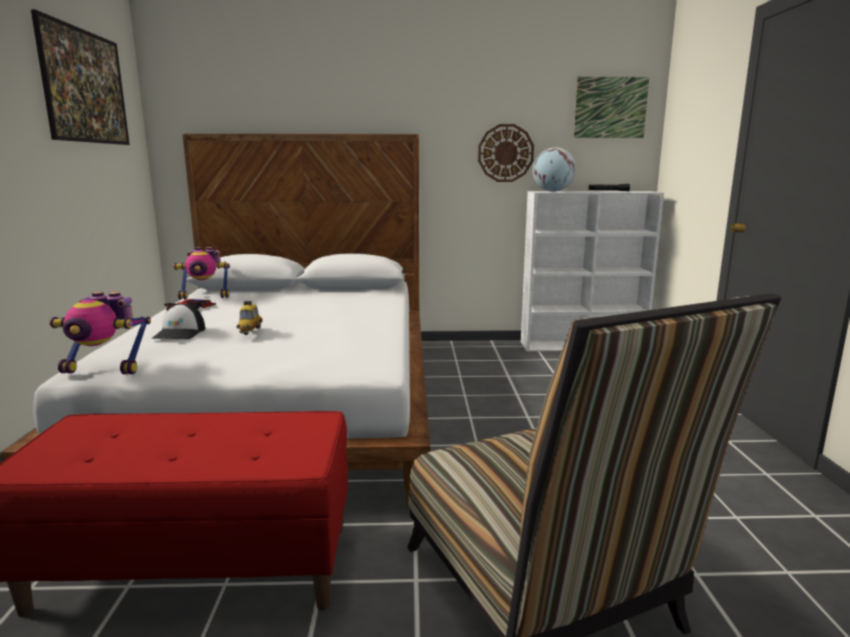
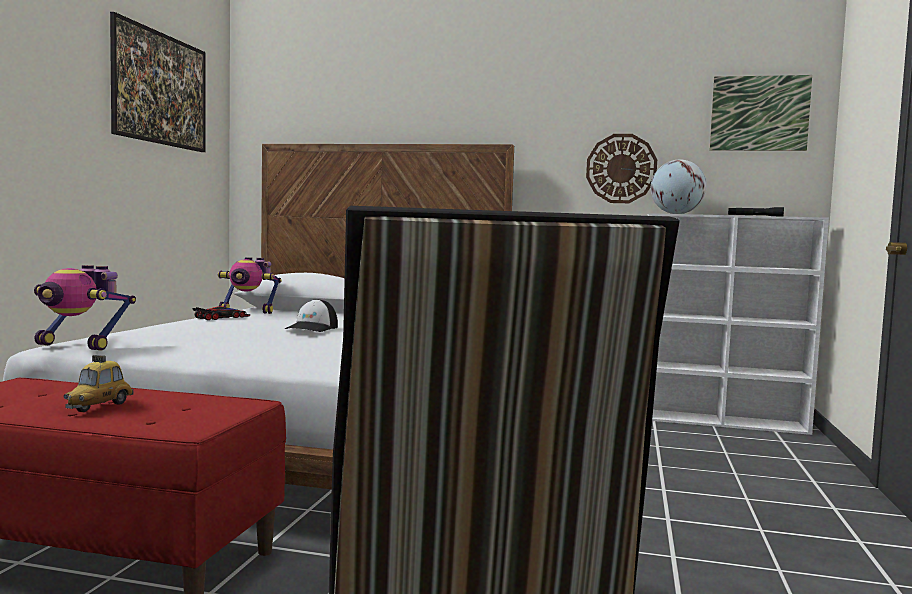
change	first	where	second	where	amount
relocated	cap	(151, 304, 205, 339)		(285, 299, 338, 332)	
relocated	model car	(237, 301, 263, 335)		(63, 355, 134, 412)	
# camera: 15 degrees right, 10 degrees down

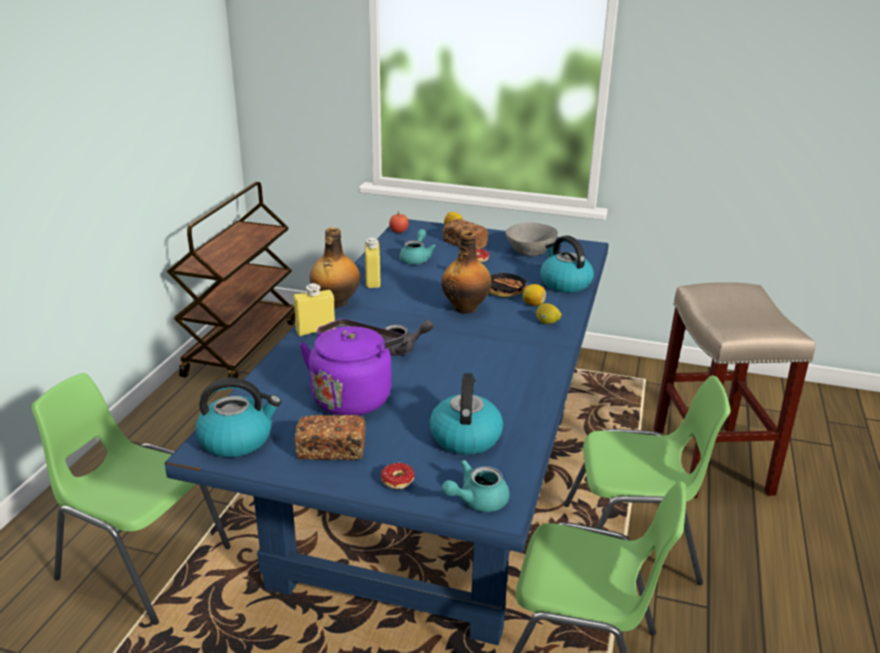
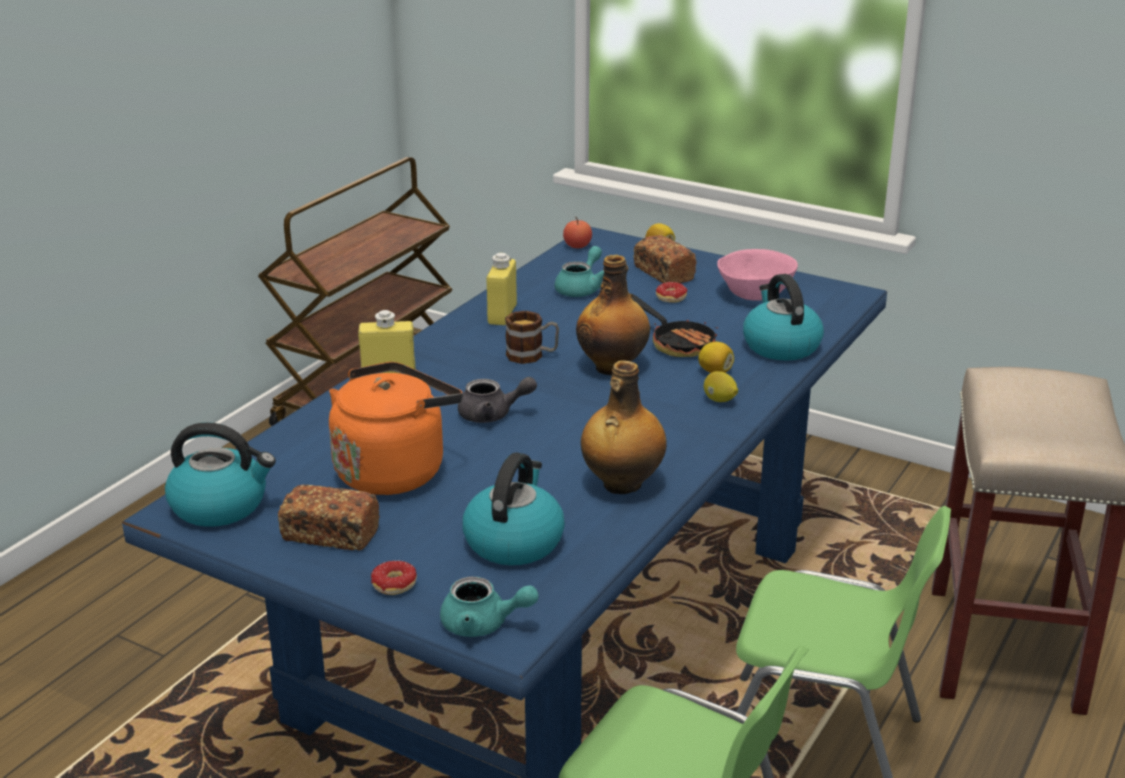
change	first	where	second	where	amount
missing	green-coloured chair	(31, 373, 231, 625)			
colour	purplish kettle	(299, 319, 404, 415)	orange kettle	(329, 362, 463, 495)	
relocated	bottle	(310, 228, 360, 308)		(581, 360, 667, 494)	
spun	blue-green teapot	(442, 460, 510, 512)		(440, 577, 539, 637)	150 degrees counterclockwise
colour	gray deep dish	(505, 223, 558, 256)	pink deep dish	(717, 249, 798, 301)	
appeared			tea mug	(505, 311, 559, 364)	
# camera: 15 degrees right, 0 degrees up

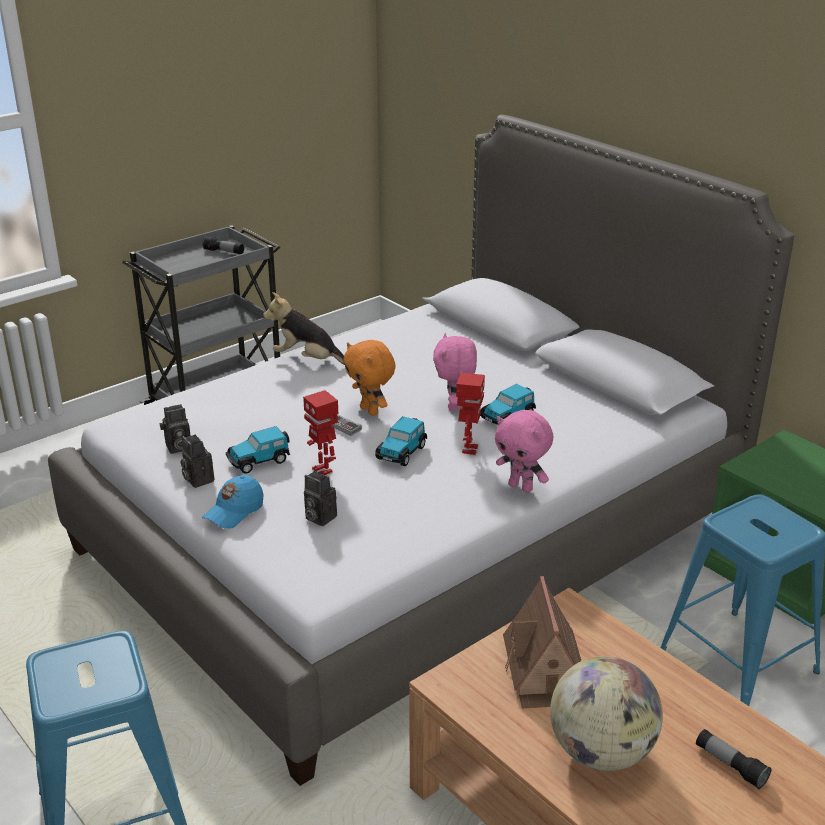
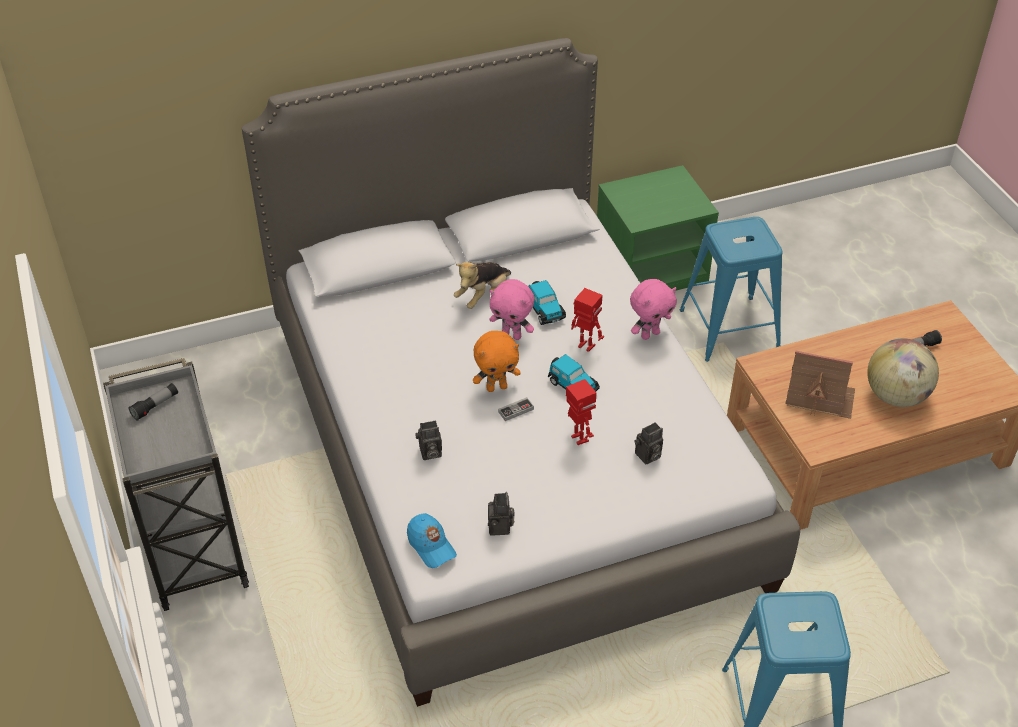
change	first	where	second	where	amount
relocated	still camera	(181, 435, 214, 488)		(415, 420, 442, 460)	
relocated	blue-coloured cap	(202, 475, 264, 529)		(407, 513, 457, 568)	
missing	model car	(226, 426, 290, 474)			
relocated	soft toy	(263, 292, 345, 365)		(454, 262, 511, 309)	
spun	model robot	(303, 390, 338, 475)		(566, 379, 597, 445)	105 degrees counterclockwise
# camera: 70 degrees left, 15 degrees up

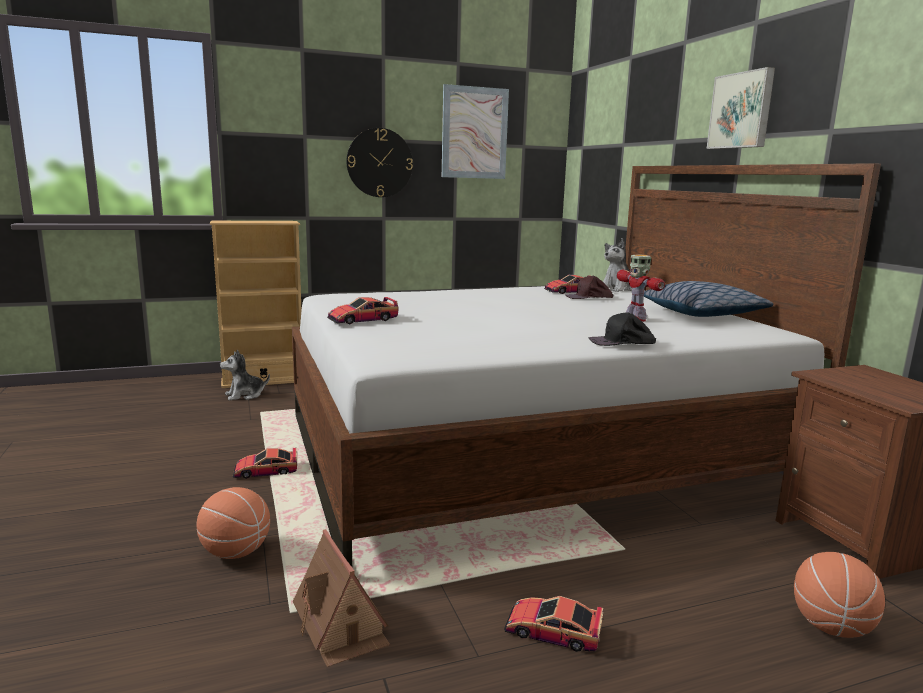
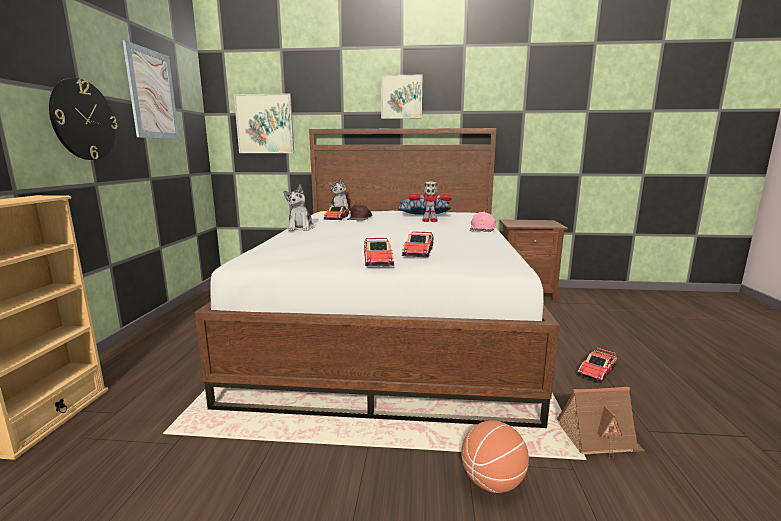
change	first	where	second	where	amount
relocated	soft toy	(220, 349, 270, 401)		(283, 185, 315, 231)	
relocated	model car	(233, 448, 297, 479)		(402, 231, 433, 257)	
colour	black-coloured cap	(589, 312, 656, 346)	pink cap	(469, 211, 496, 232)	
missing	ball for basketball	(794, 552, 885, 638)			
appeared			picture	(234, 94, 294, 153)	
# camera: 65 degrees left, 0 degrees up

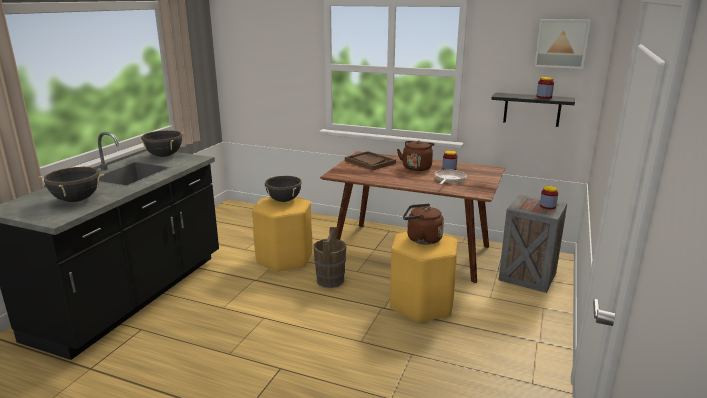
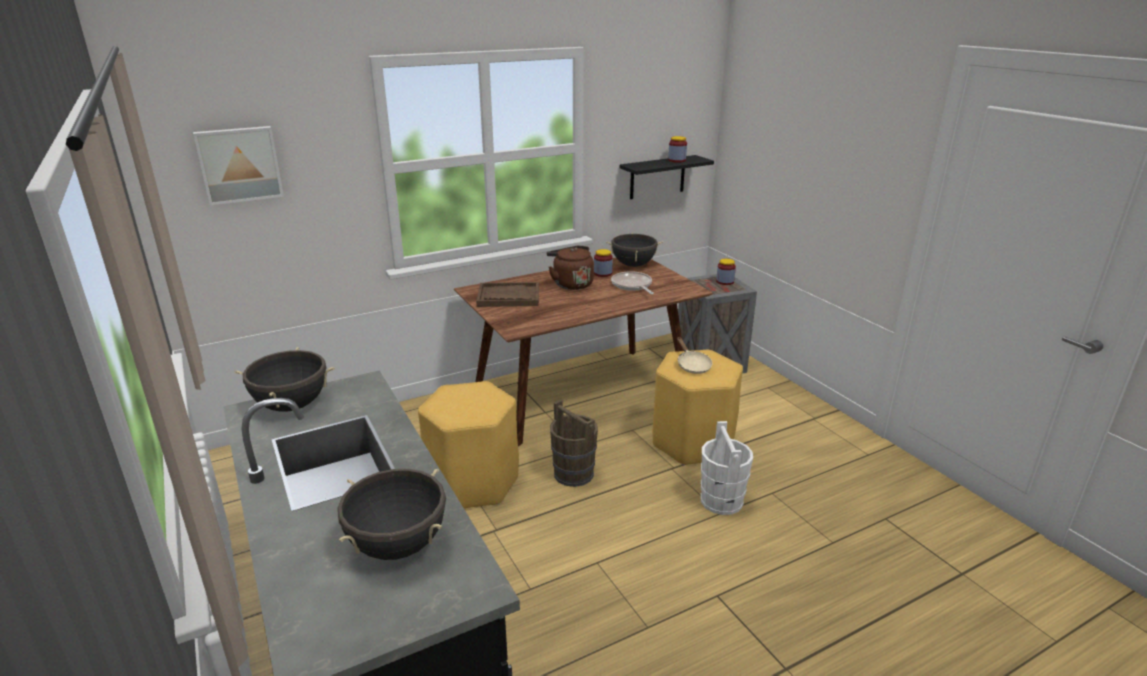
change	first	where	second	where	amount
relocated	black-coloured saucepot	(263, 176, 302, 202)		(606, 233, 663, 267)	
exchanged	brown-coloured kettle	(403, 204, 444, 245)	beige pan	(677, 337, 712, 374)	
relocated	picture	(534, 19, 590, 69)		(193, 126, 284, 206)	
appeared			whitish bucket	(701, 421, 753, 515)	
# camera: 50 degrees left, 5 degrees up

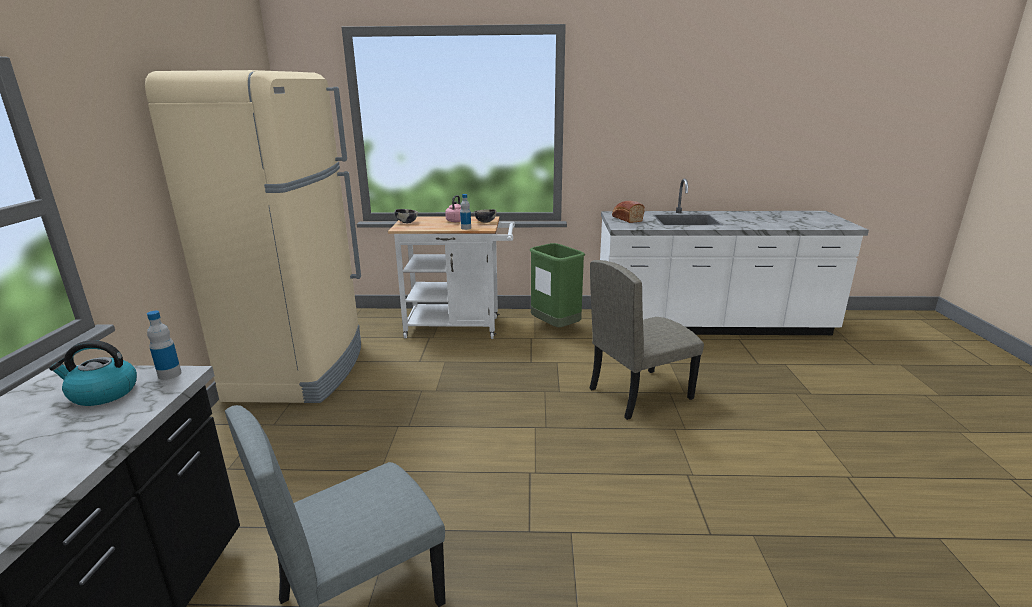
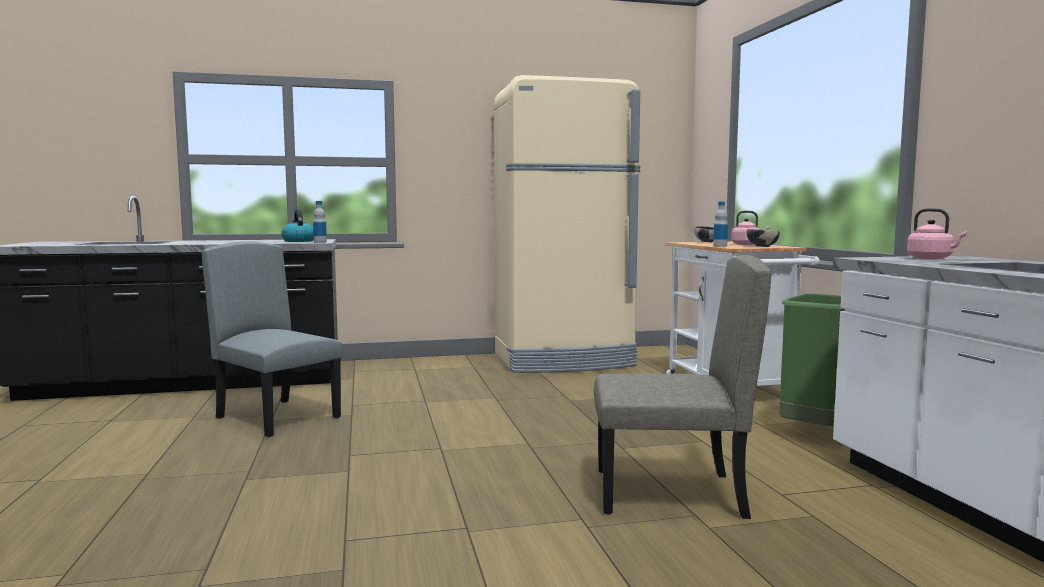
change	first	where	second	where	amount
spun	beige chair	(589, 260, 704, 420)		(594, 255, 772, 519)	135 degrees clockwise
exchanged	bread	(612, 201, 645, 223)	pink kettle	(907, 208, 967, 259)	
# camera: 75 degrees right, 15 degrees down

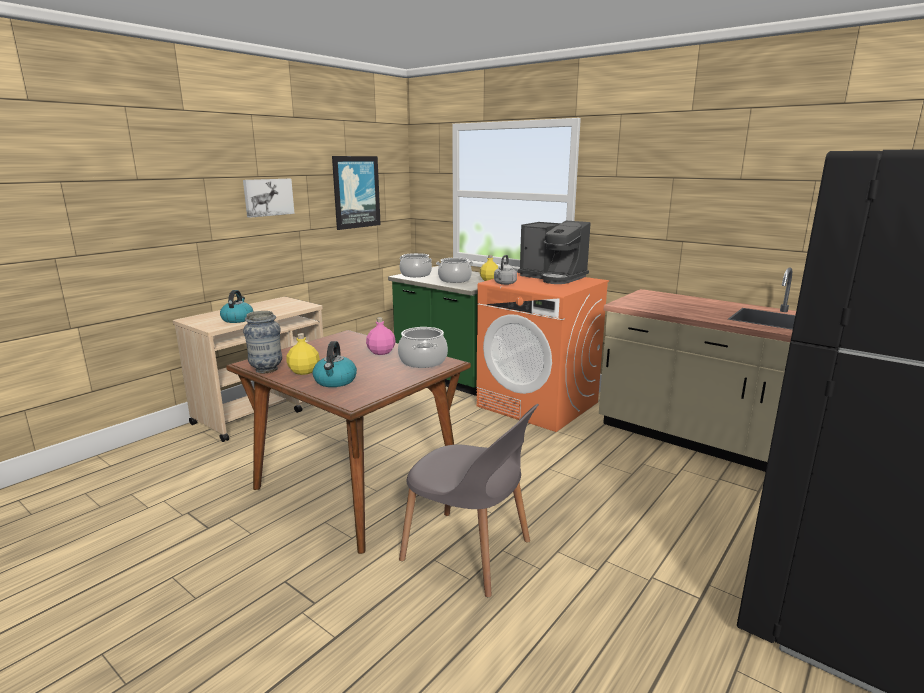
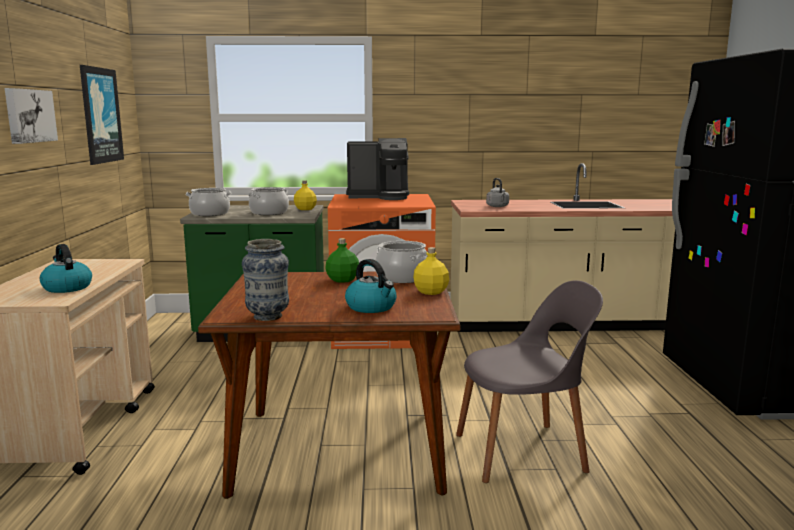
change	first	where	second	where	amount
relocated	yellow bottle	(286, 333, 320, 375)		(413, 247, 449, 295)	
colour	pink bottle	(366, 317, 396, 355)	green-coloured bottle	(325, 238, 359, 283)	
relocated	gray kettle	(494, 255, 517, 285)		(486, 178, 509, 207)	
# camera: 40 degrees left, 5 degrees down

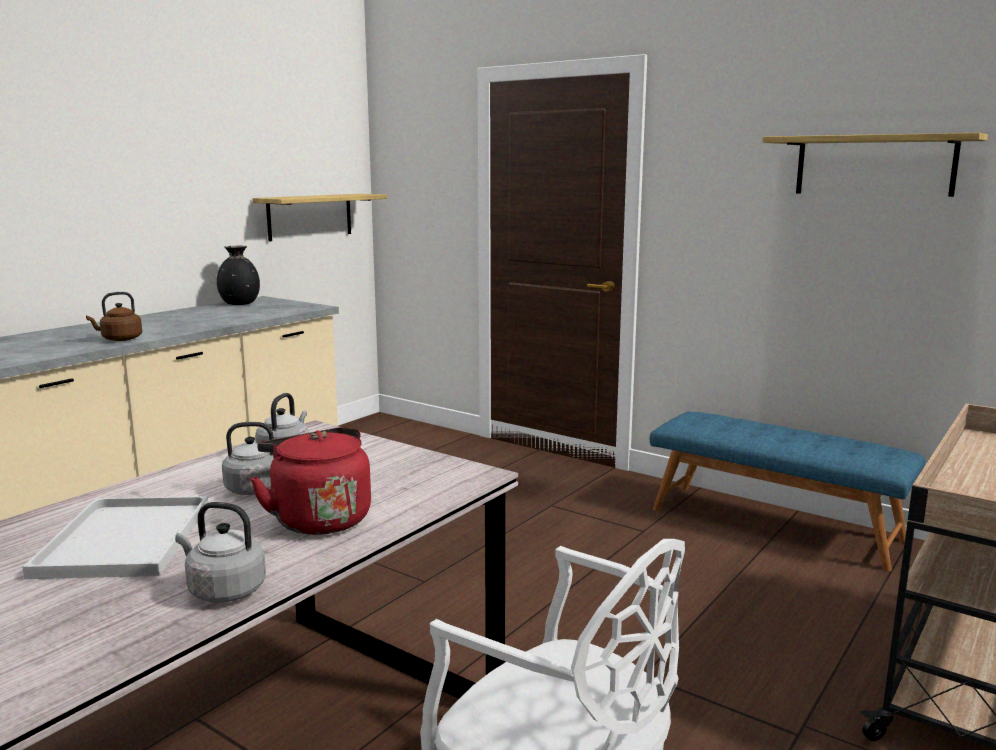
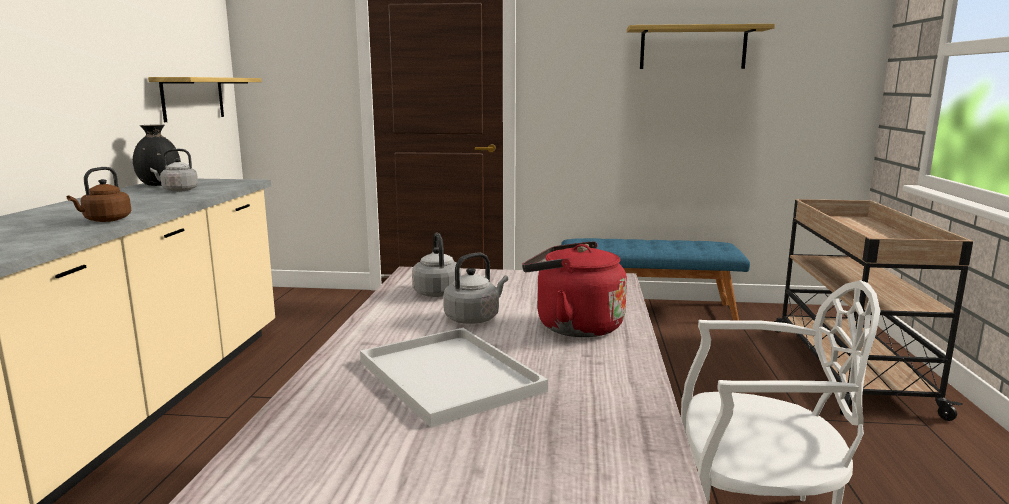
change	first	where	second	where	amount
relocated	gray kettle	(175, 502, 266, 603)		(150, 149, 198, 192)	
# camera: 30 degrees left, 0 degrees up

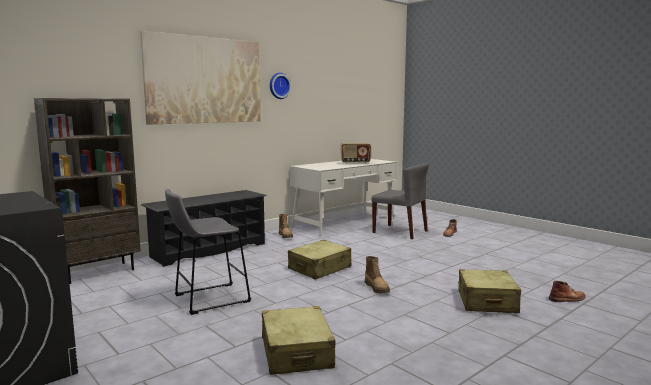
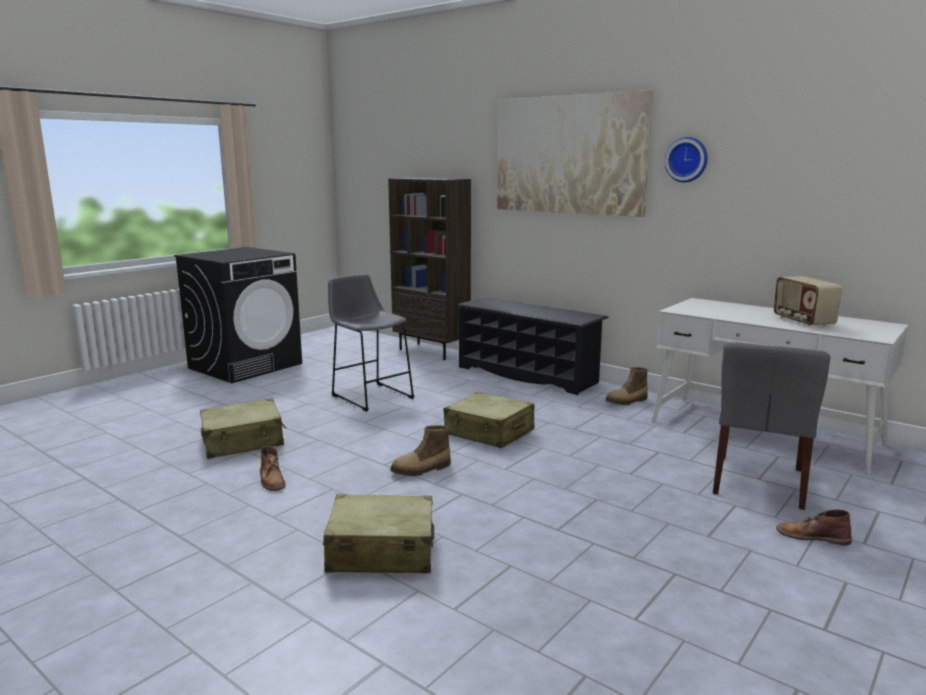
change	first	where	second	where	amount
relocated	brown-coloured tall boot	(549, 281, 586, 302)		(260, 446, 286, 491)	
# camera: 80 degrees right, 5 degrees up

